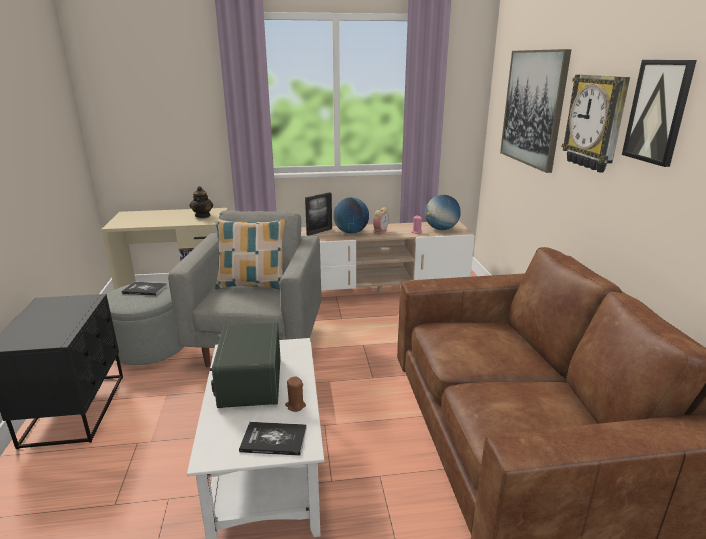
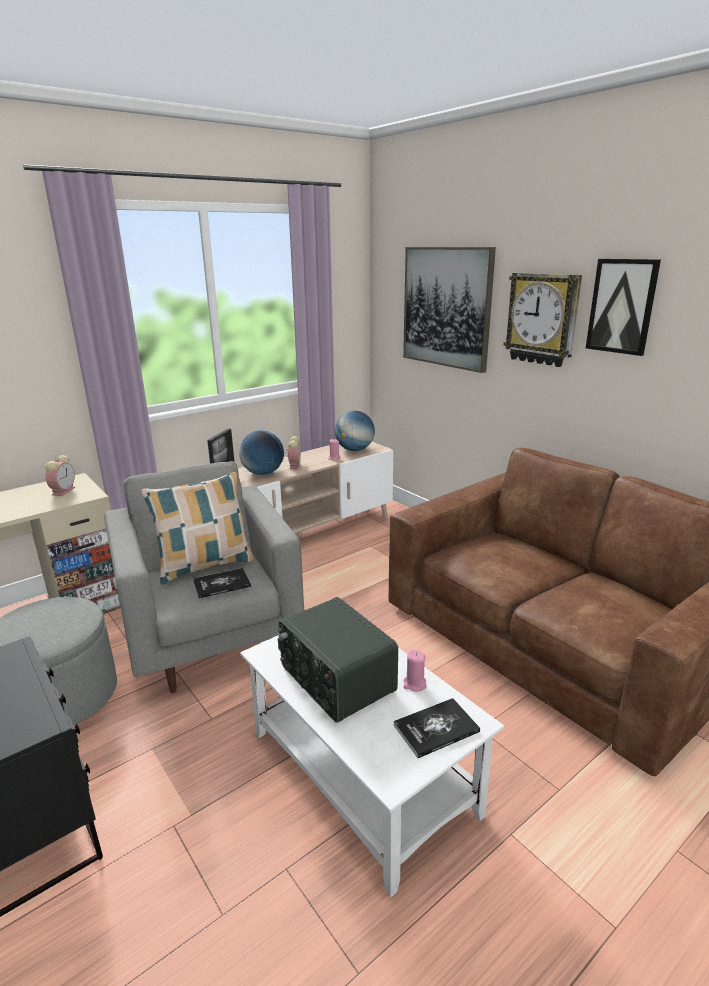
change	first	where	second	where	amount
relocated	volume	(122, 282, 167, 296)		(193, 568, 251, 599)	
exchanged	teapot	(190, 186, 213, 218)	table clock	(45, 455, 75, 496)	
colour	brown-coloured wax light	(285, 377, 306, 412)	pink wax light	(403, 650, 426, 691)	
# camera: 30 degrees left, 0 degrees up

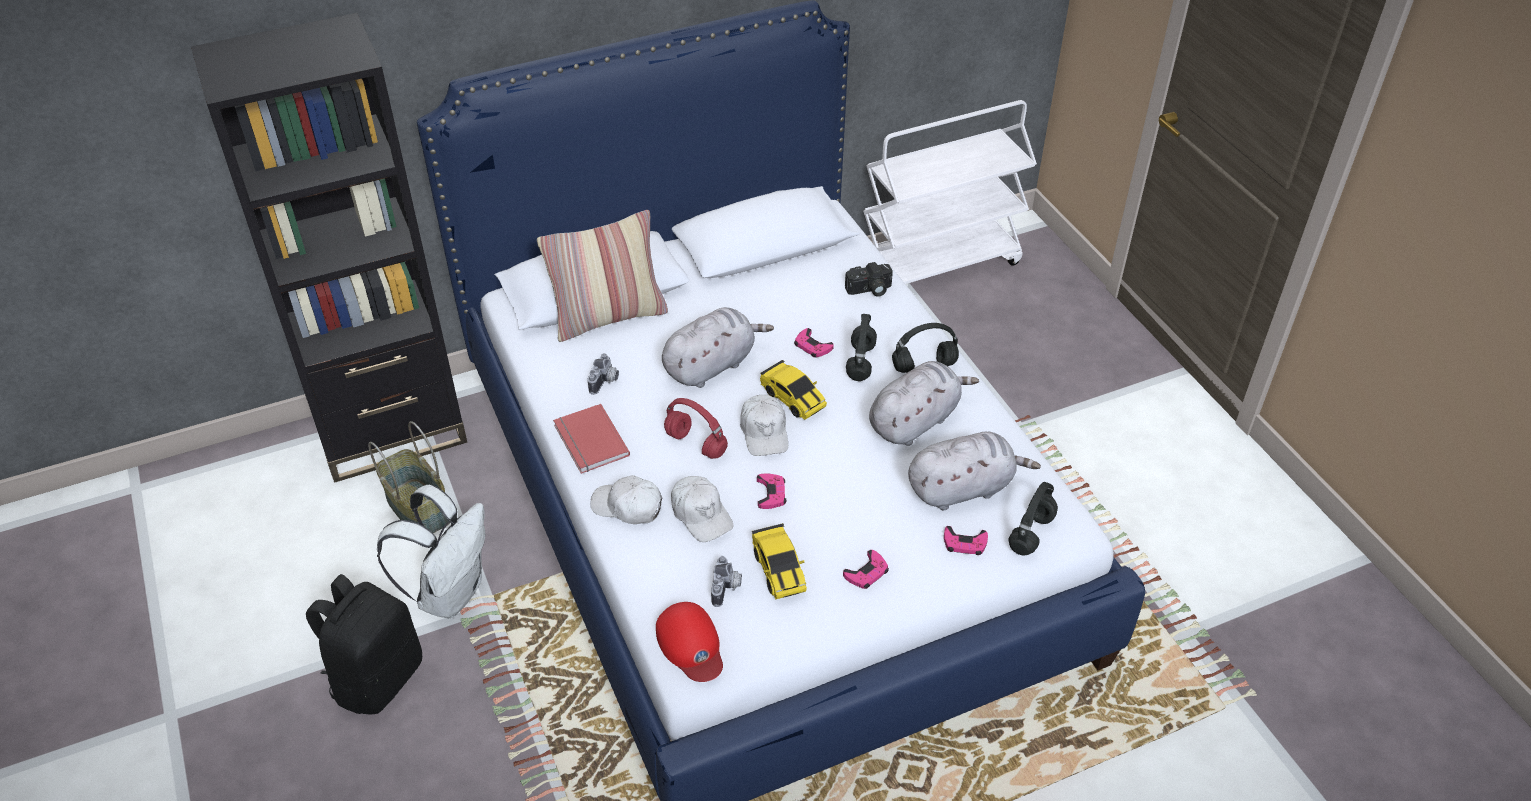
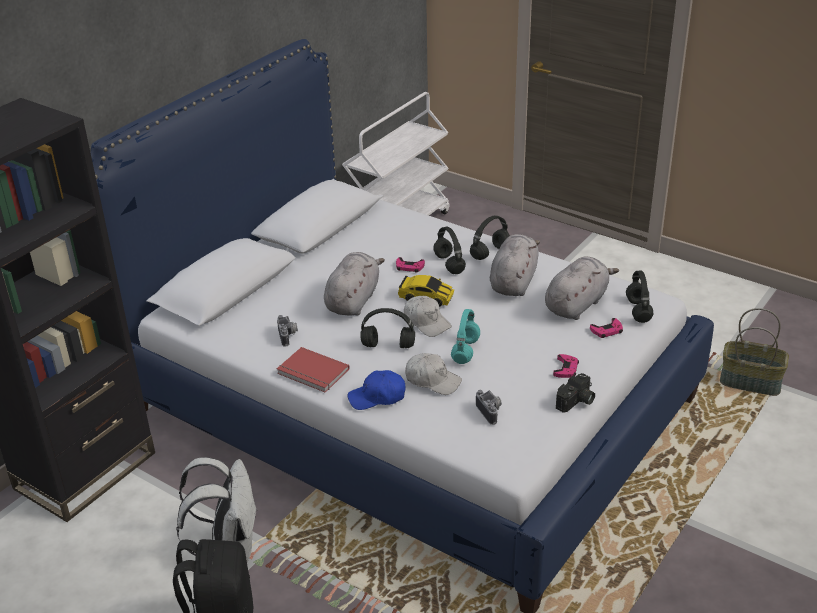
change	first	where	second	where	amount
relocated	basket	(368, 421, 449, 533)		(720, 308, 789, 396)	
missing	throw pillow	(537, 210, 668, 342)			
colour	whitish cap	(590, 475, 662, 524)	blue-coloured cap	(348, 370, 406, 410)	
missing	red cap	(656, 602, 723, 682)			
colour	red headphones	(664, 398, 728, 459)	black-coloured headphones	(360, 308, 415, 348)	
missing	model car	(752, 523, 807, 599)			
exchanged	pink game controller	(757, 473, 786, 509)	blue-green headphones	(451, 309, 480, 364)	
relocated	still camera	(845, 262, 893, 297)		(556, 373, 595, 413)	
# camera: 30 degrees left, 10 degrees down

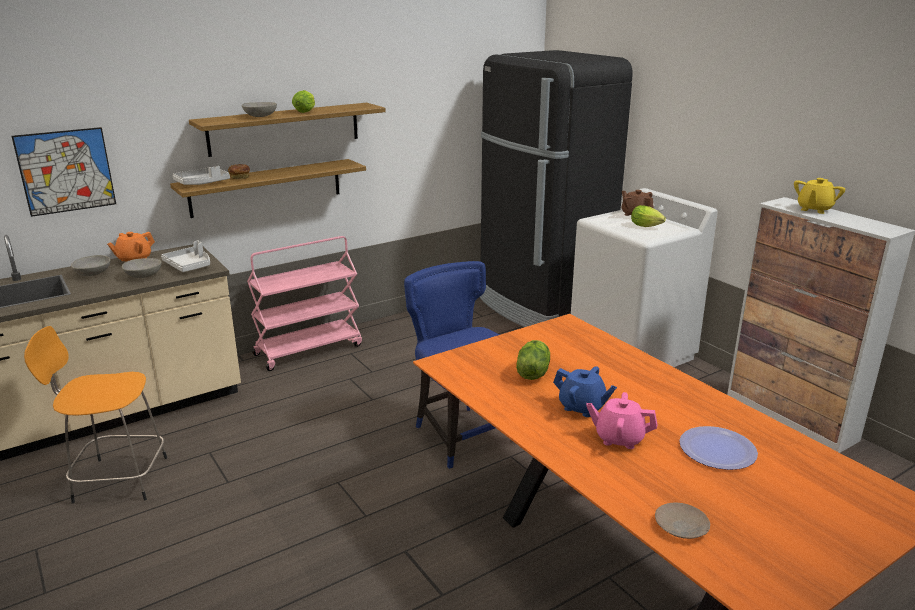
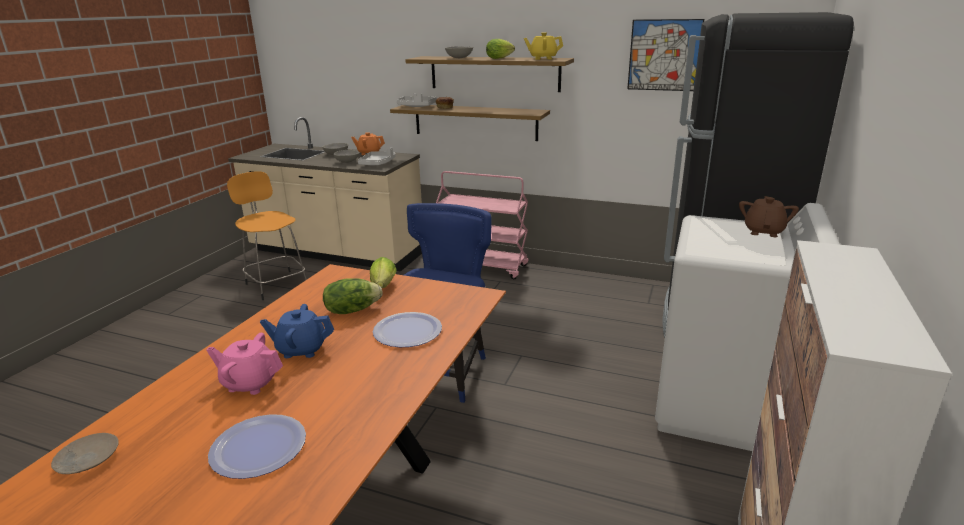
change	first	where	second	where	amount
relocated	picture	(12, 127, 116, 217)		(627, 19, 704, 91)	
spun	blue-coloured teapot	(553, 366, 617, 417)		(260, 304, 334, 358)	90 degrees clockwise
spun	pink teapot	(586, 392, 658, 449)		(206, 333, 283, 395)	60 degrees counterclockwise
relocated	lettuce head	(631, 205, 666, 227)		(370, 257, 397, 288)	
relocated	yellow teapot	(794, 178, 845, 214)		(524, 32, 563, 60)	
appeared			plate	(373, 312, 442, 347)	
# camera: 55 degrees right, 0 degrees up

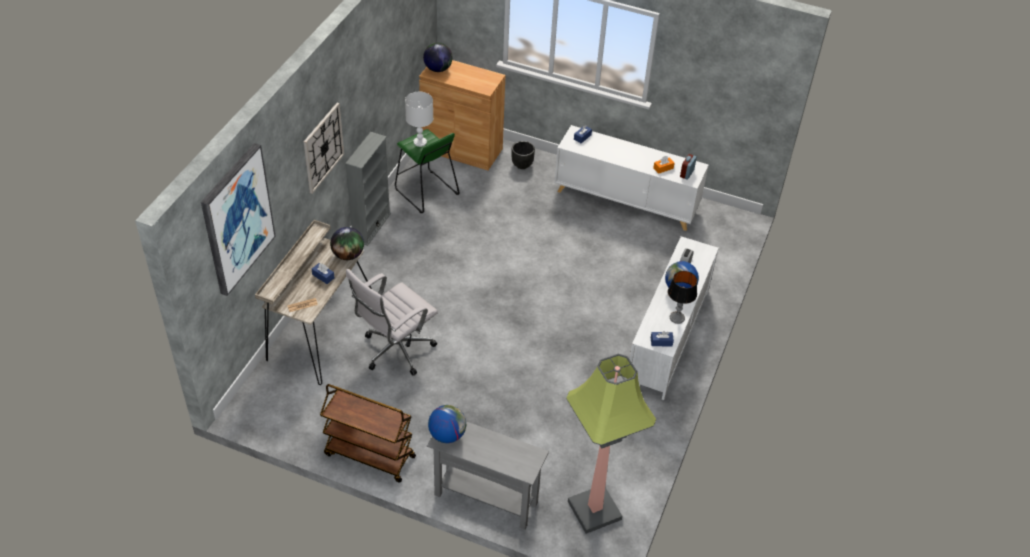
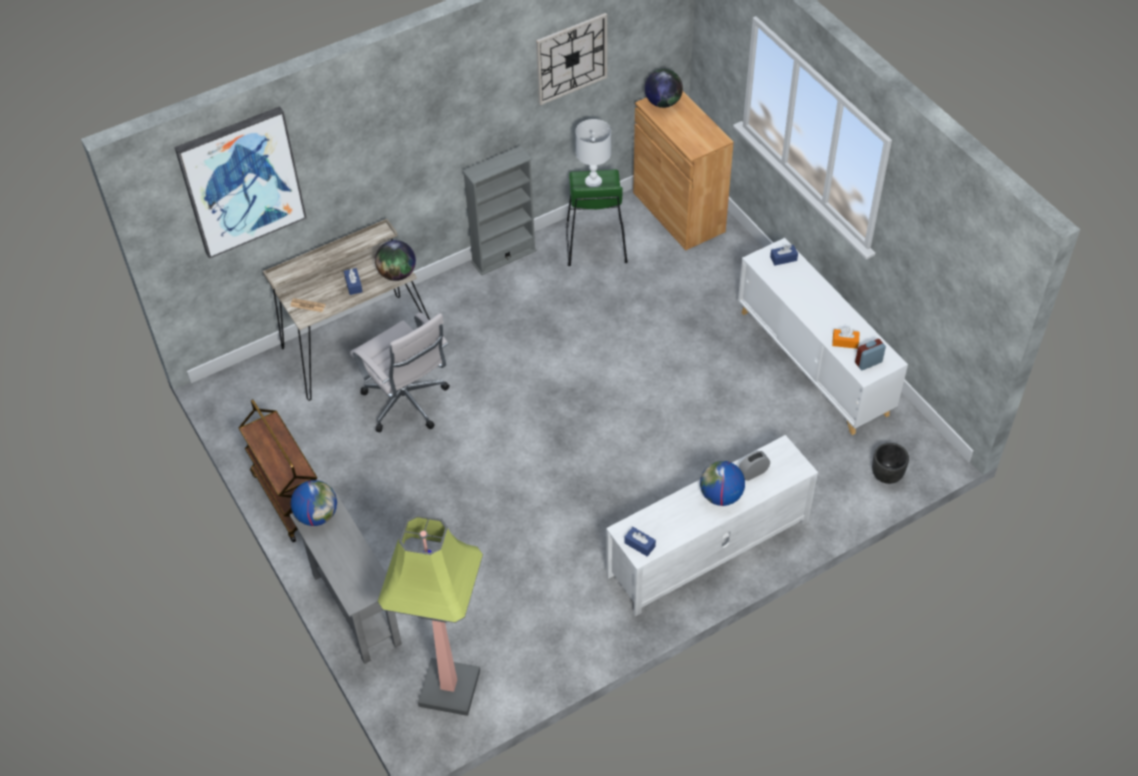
change	first	where	second	where	amount
relocated	hanging clock	(304, 103, 344, 194)		(536, 13, 607, 105)	
spun	whitish computer chair	(346, 269, 438, 376)		(350, 312, 450, 432)	120 degrees counterclockwise
relocated	black-coloured plant pot	(511, 141, 535, 169)		(872, 443, 909, 484)	
missing	tabletop lamp	(668, 271, 697, 324)			
# camera: 40 degrees right, 5 degrees up

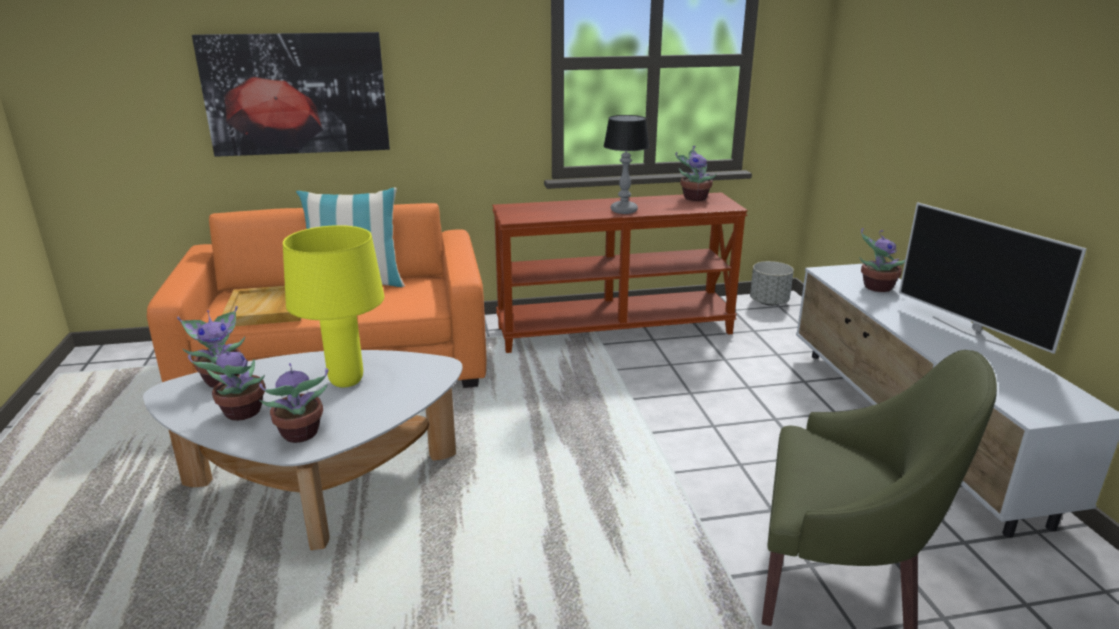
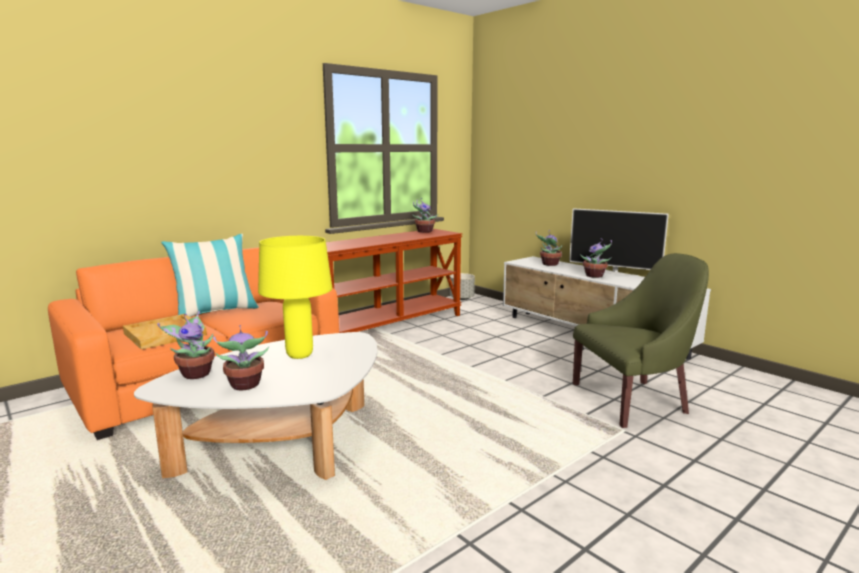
change	first	where	second	where	amount
missing	picture	(192, 32, 390, 157)			
relocated	plant in a pot	(259, 363, 328, 443)		(580, 239, 612, 278)	
missing	tabletop lamp	(604, 115, 649, 214)			
# camera: 30 degrees left, 10 degrees down

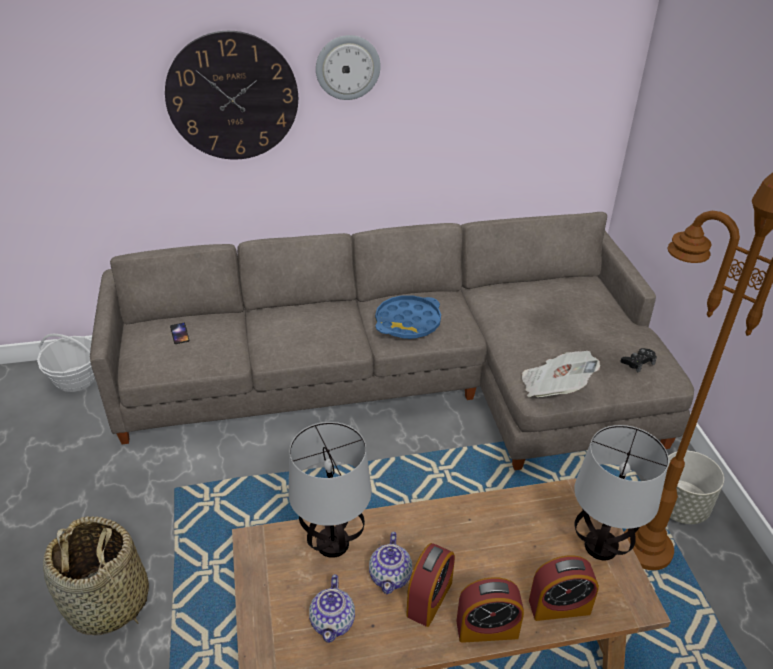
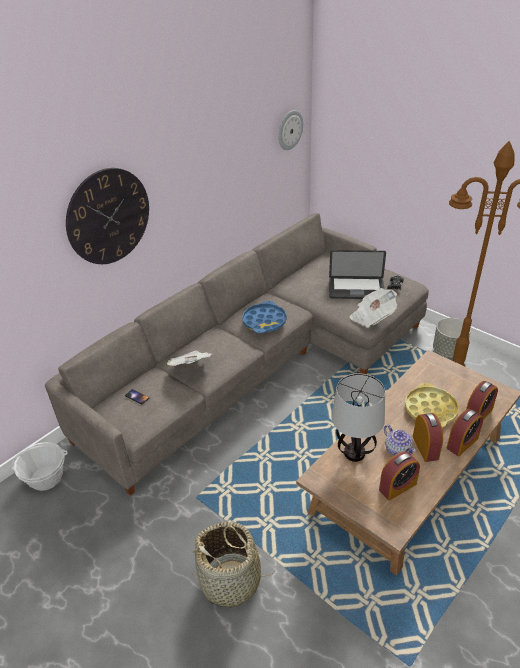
change	first	where	second	where	amount
exchanged	teapot	(309, 574, 355, 643)	table clock	(379, 452, 420, 501)	
relocated	hanging clock	(316, 35, 381, 100)		(278, 110, 303, 150)	
missing	tabletop lamp	(574, 425, 669, 560)			
appeared			printed paper	(167, 350, 212, 366)	
appeared			laptop	(329, 250, 386, 299)	
appeared			yellow tray	(405, 383, 459, 428)	
# camera: 35 degrees left, 0 degrees up

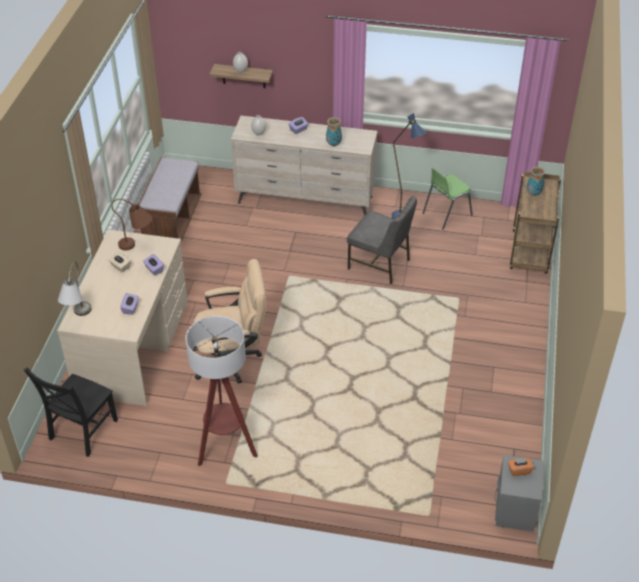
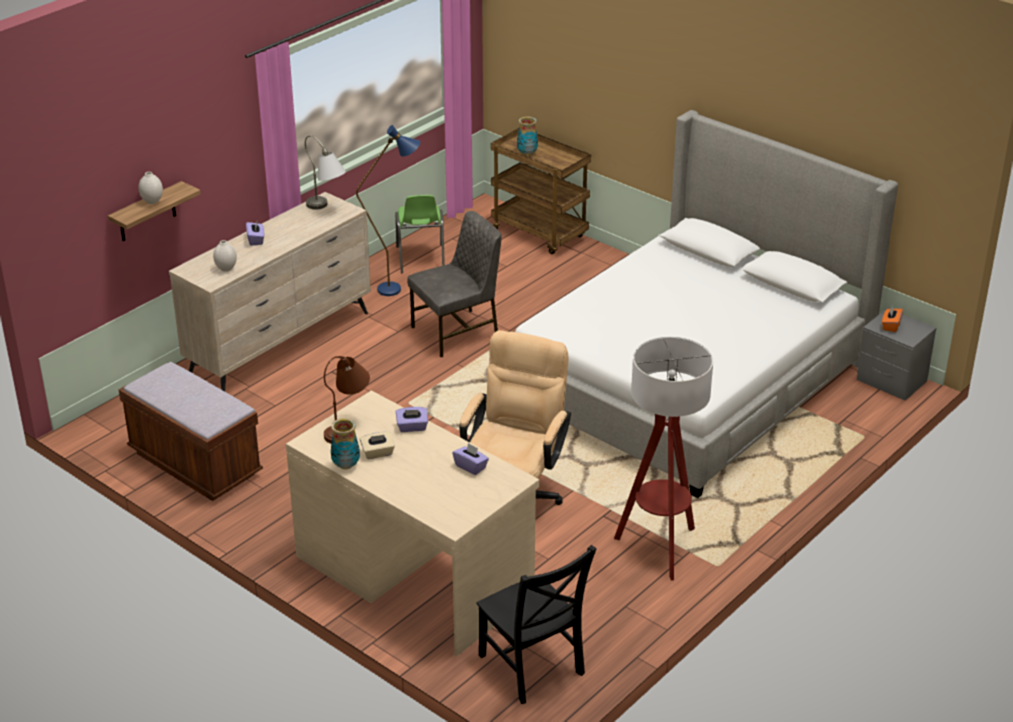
change	first	where	second	where	amount
relocated	gray tabletop lamp	(58, 261, 92, 316)		(305, 135, 346, 209)	
relocated	vase	(326, 117, 342, 146)		(331, 418, 360, 469)	
appeared			bedroom bed	(515, 110, 898, 498)	
# camera: 60 degrees left, 10 degrees down

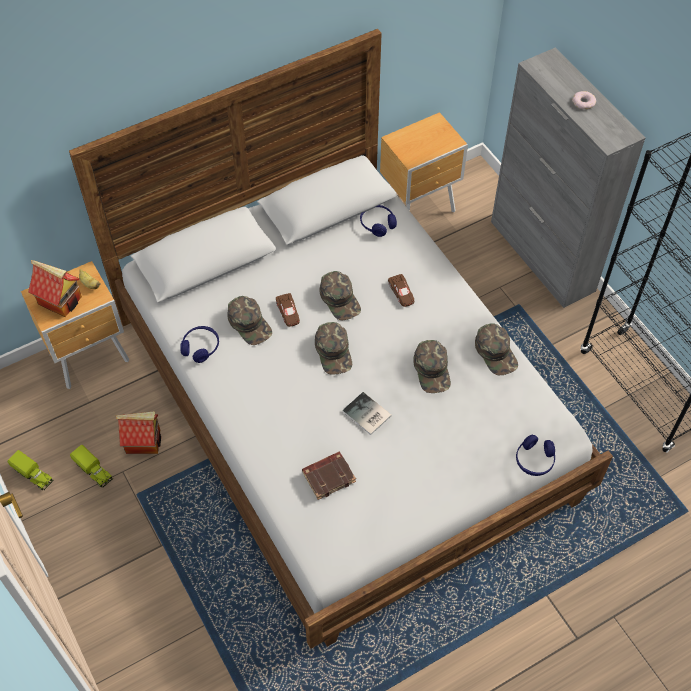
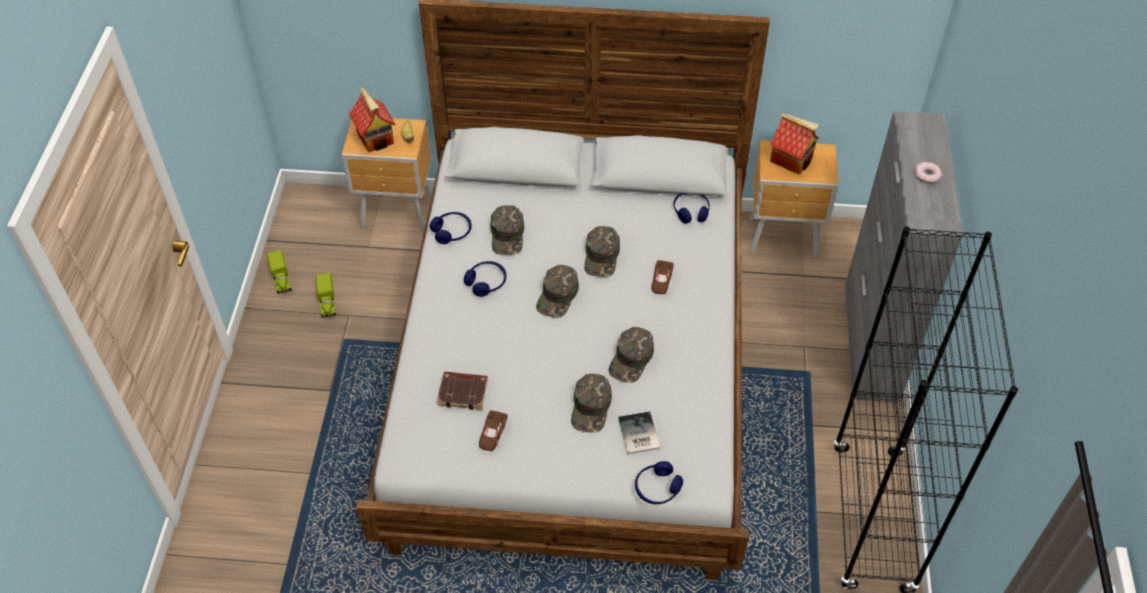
change	first	where	second	where	amount
relocated	model house	(115, 411, 161, 454)		(770, 113, 819, 175)	
relocated	brown-coloured model car	(276, 293, 300, 327)		(479, 410, 508, 451)	
relocated	volume	(342, 392, 392, 435)		(618, 412, 660, 454)	
relocated	green-coloured cap	(475, 323, 518, 376)		(571, 373, 612, 433)	
appeared			blue-coloured headphones	(464, 261, 506, 297)	
# camera: 35 degrees right, 5 degrees down

